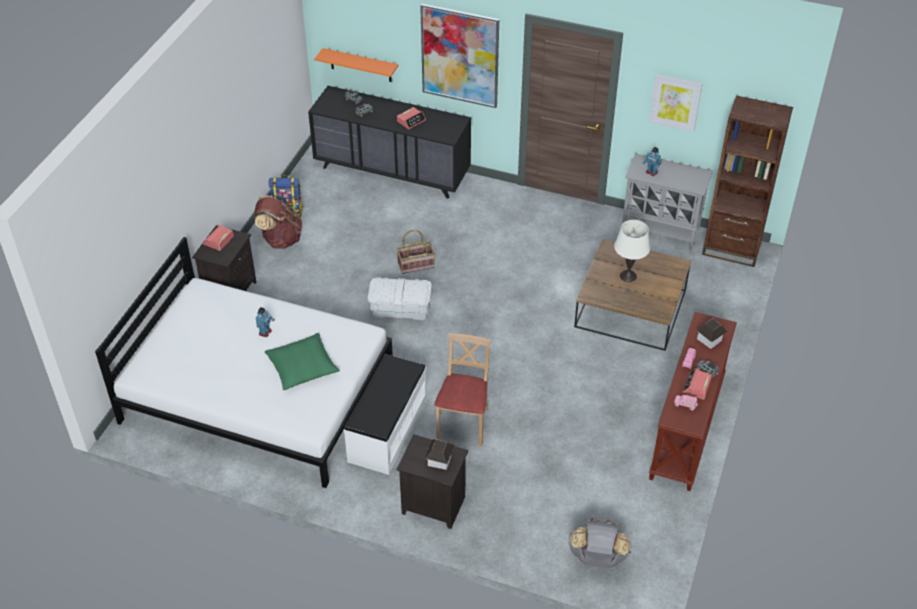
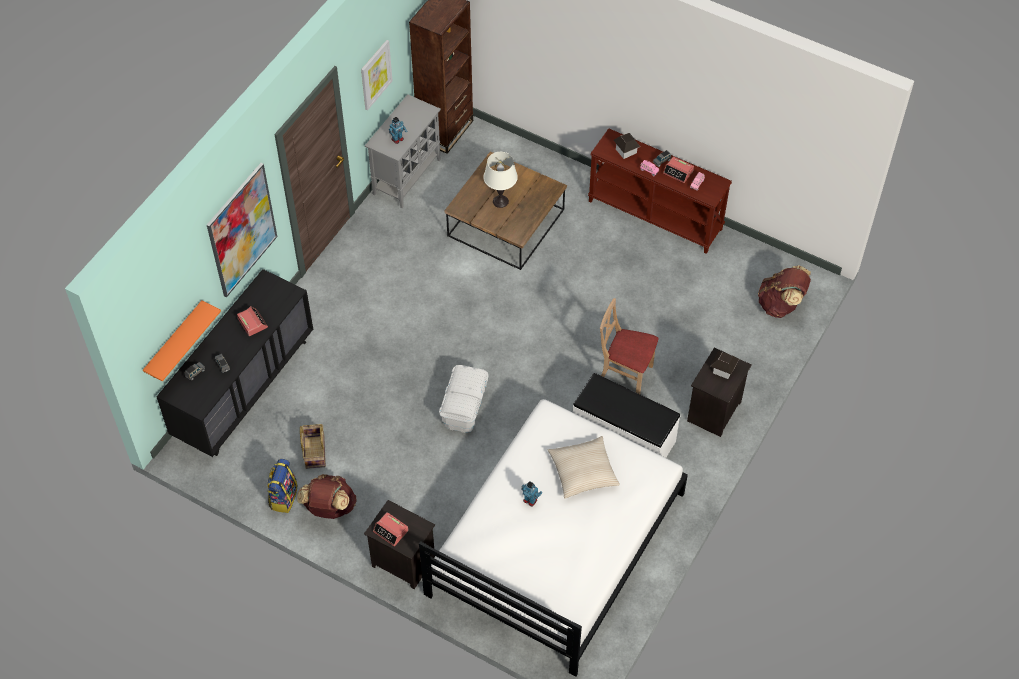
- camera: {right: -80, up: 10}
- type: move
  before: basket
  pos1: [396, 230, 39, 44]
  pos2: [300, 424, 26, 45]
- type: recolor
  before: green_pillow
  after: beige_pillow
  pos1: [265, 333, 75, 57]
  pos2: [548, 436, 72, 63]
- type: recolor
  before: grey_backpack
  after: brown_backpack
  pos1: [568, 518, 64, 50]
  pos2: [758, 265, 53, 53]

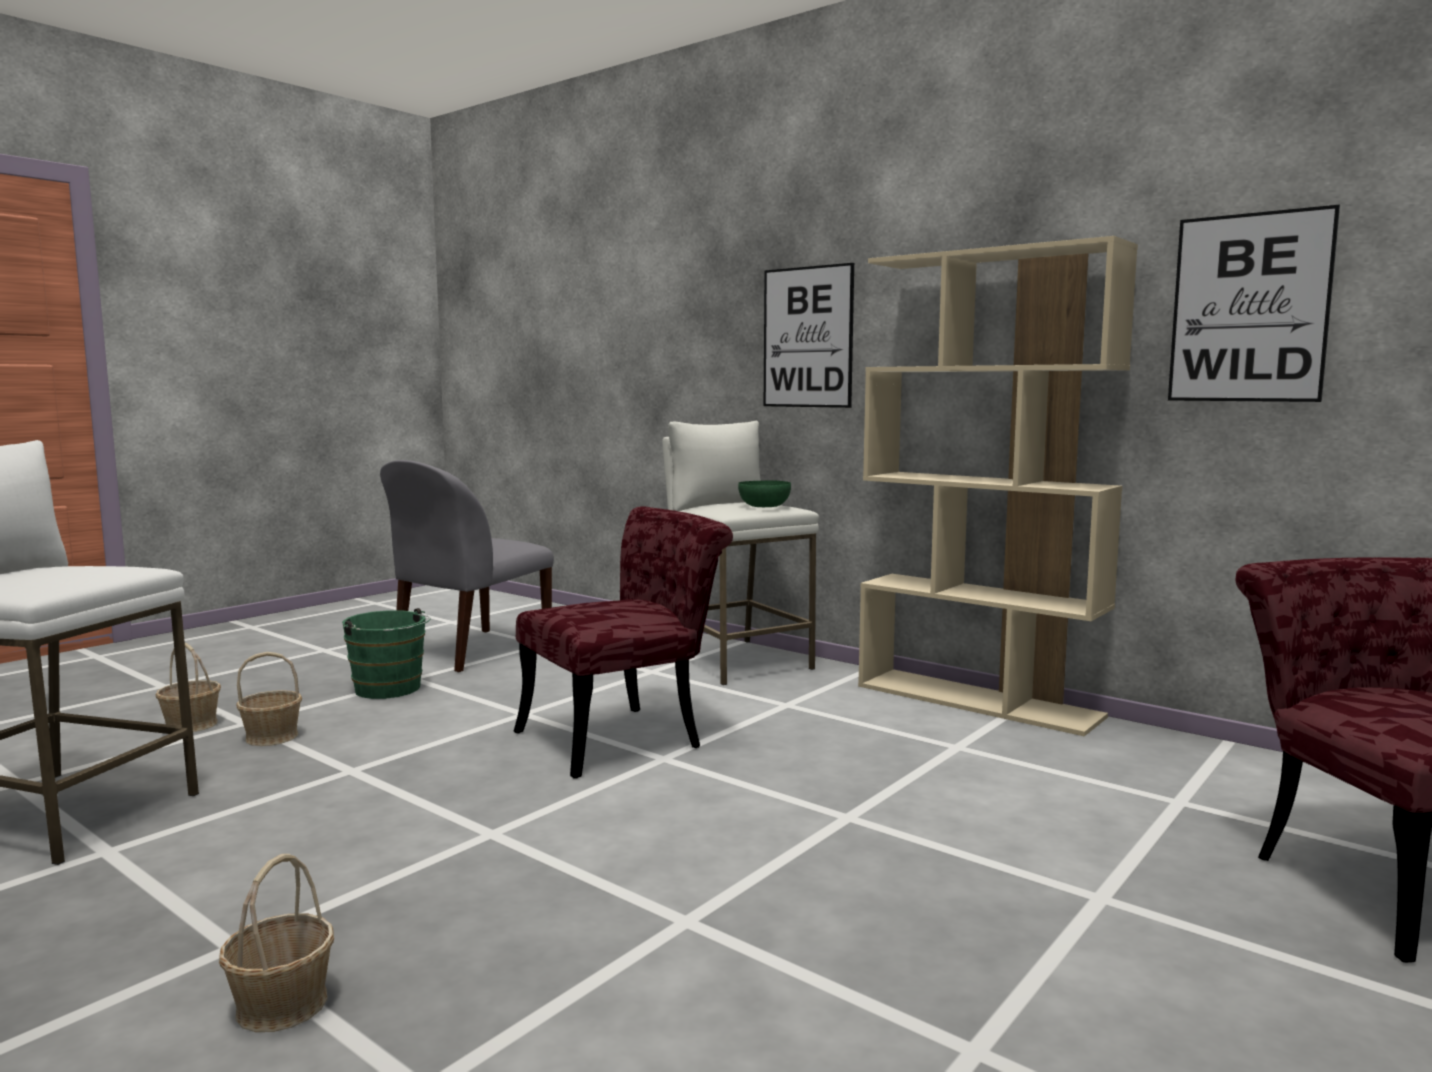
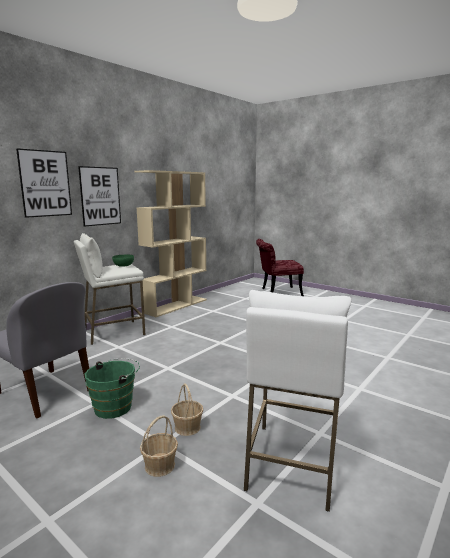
- camera: {right: -90, up: 5}
- type: move
  before: picture
  pos1: [1168, 205, 172, 197]
  pos2: [16, 148, 56, 70]
- type: delete
  before: basket
  pos1: [219, 854, 115, 178]
- type: delete
  before: red_chair
  pos1: [514, 506, 219, 273]

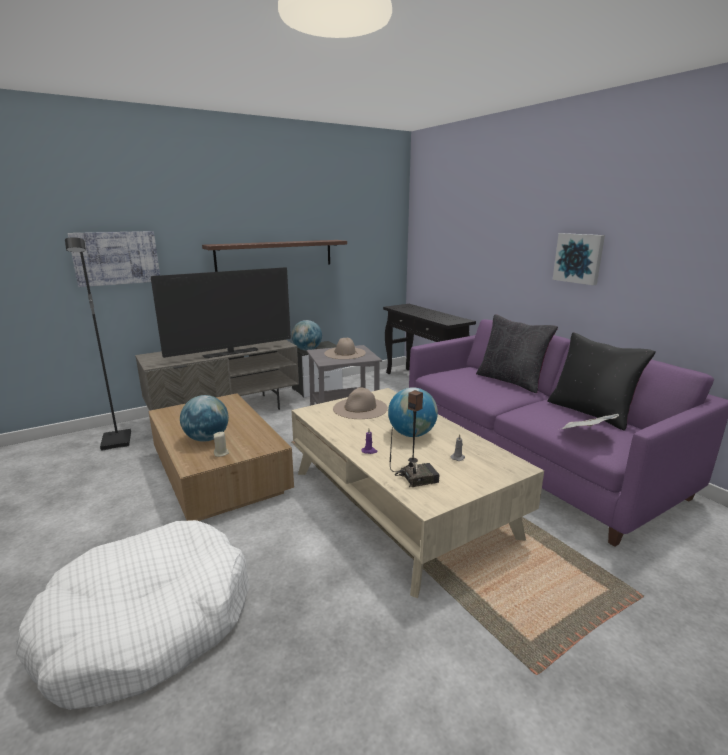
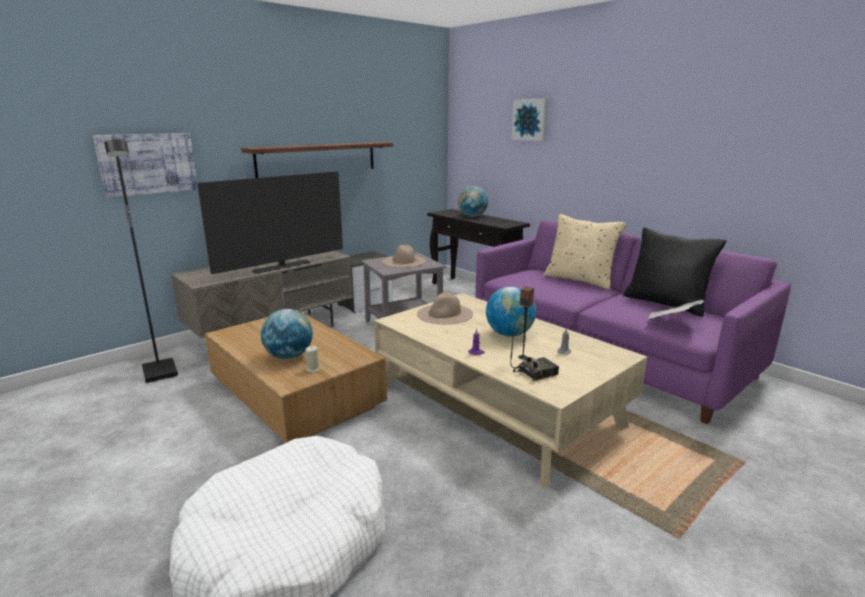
- camera: {right: -10, up: 0}
- type: move
  before: globe
  pos1: [291, 320, 31, 31]
  pos2: [458, 186, 30, 31]
- type: move
  before: picture
  pos1: [552, 233, 53, 52]
  pos2: [512, 99, 36, 42]
- type: recolor
  before: black_pillow
  after: beige_pillow
  pos1: [476, 314, 82, 79]
  pos2: [544, 214, 82, 75]

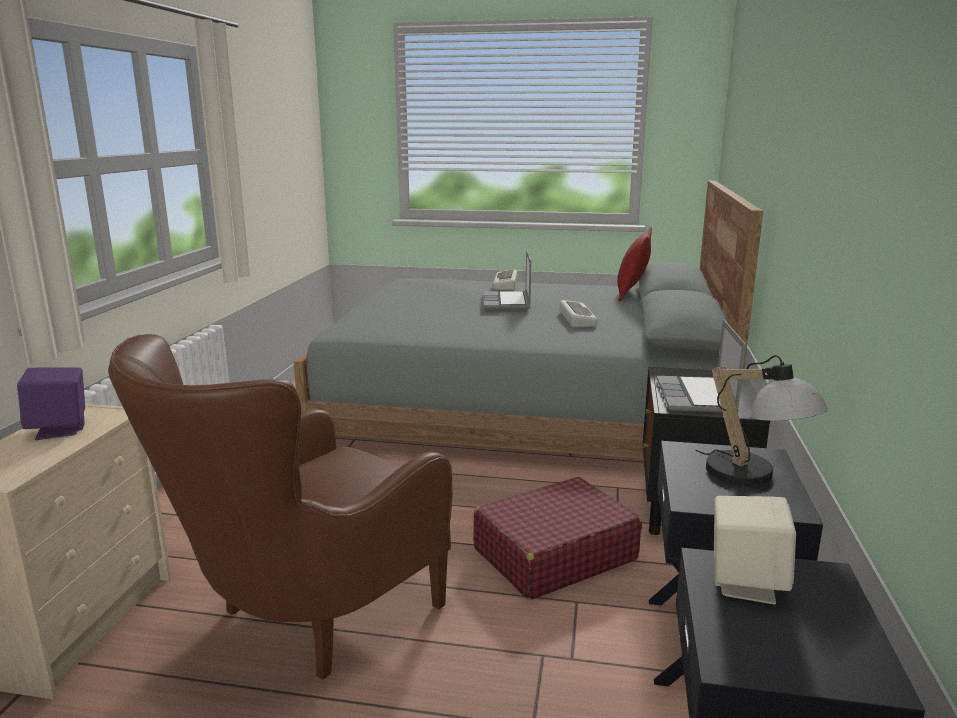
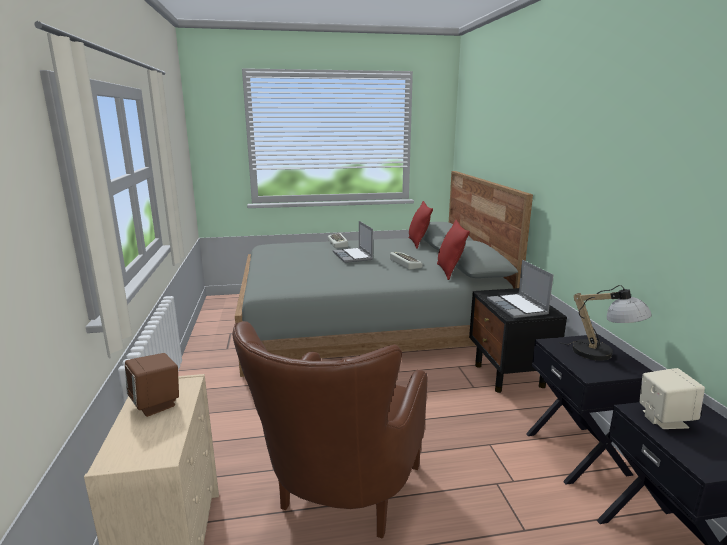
- camera: {right: -20, up: 0}
- type: recolor
  before: purple_speaker
  after: brown_speaker
  pos1: [17, 367, 68, 73]
  pos2: [125, 353, 54, 64]
- type: insert
  after: red_pillow
  pos2: [437, 220, 33, 60]
- type: delete
  before: red_suitcase
  pos1: [473, 477, 169, 123]

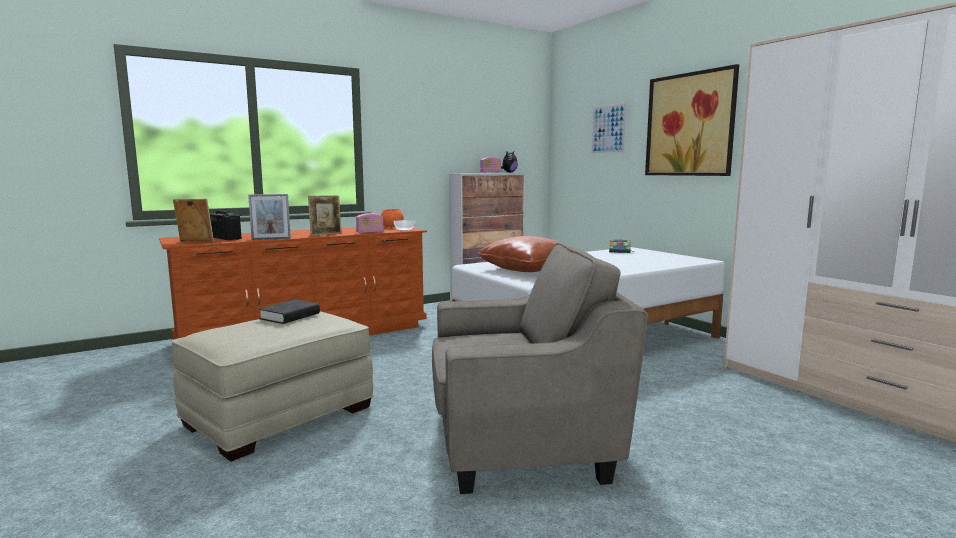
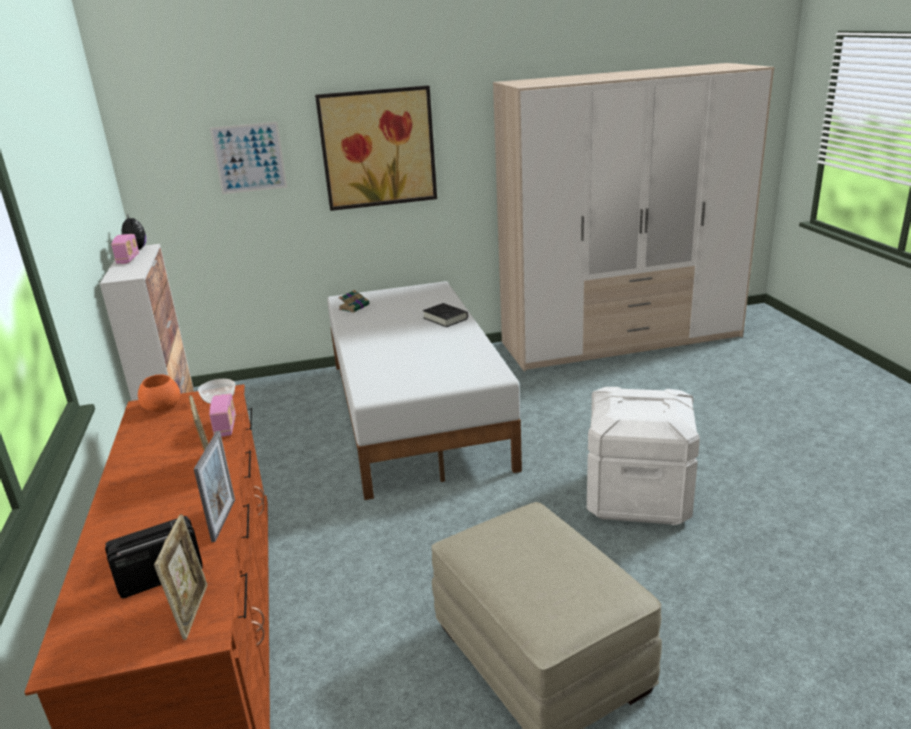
- camera: {right: -70, up: 15}
- type: rotate
  before: picture_frame
  pos1: [173, 199, 41, 43]
  pos2: [154, 514, 53, 126]
  turn: 150
- type: move
  before: black_book
  pos1: [259, 299, 61, 25]
  pos2: [423, 303, 45, 24]
- type: replace
  before: grey_armchair
  after: white_storage_box
  pos1: [432, 243, 216, 251]
  pos2: [587, 387, 113, 138]
- type: delete
  before: brown_pillow
  pos1: [478, 236, 88, 36]

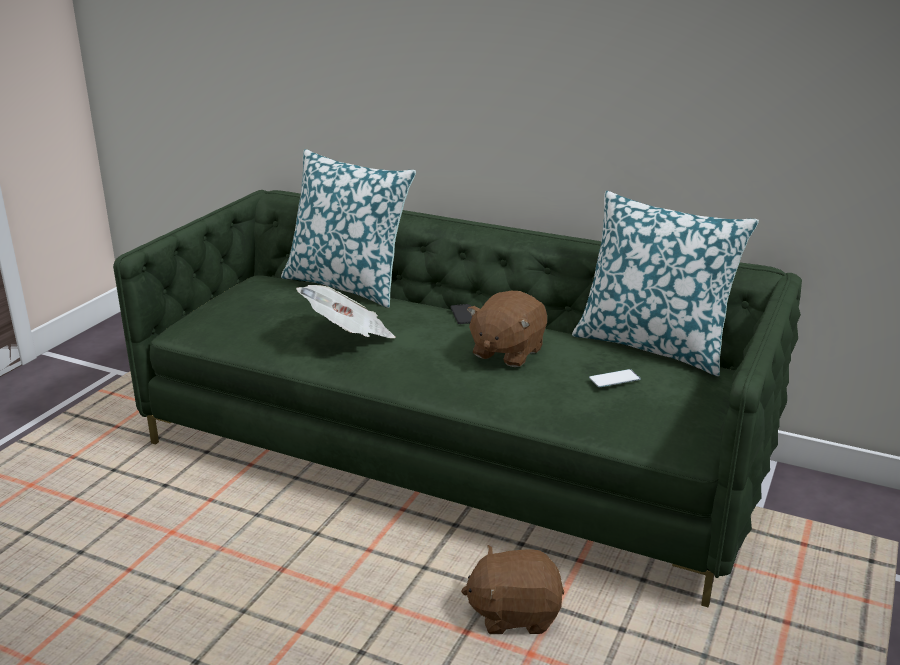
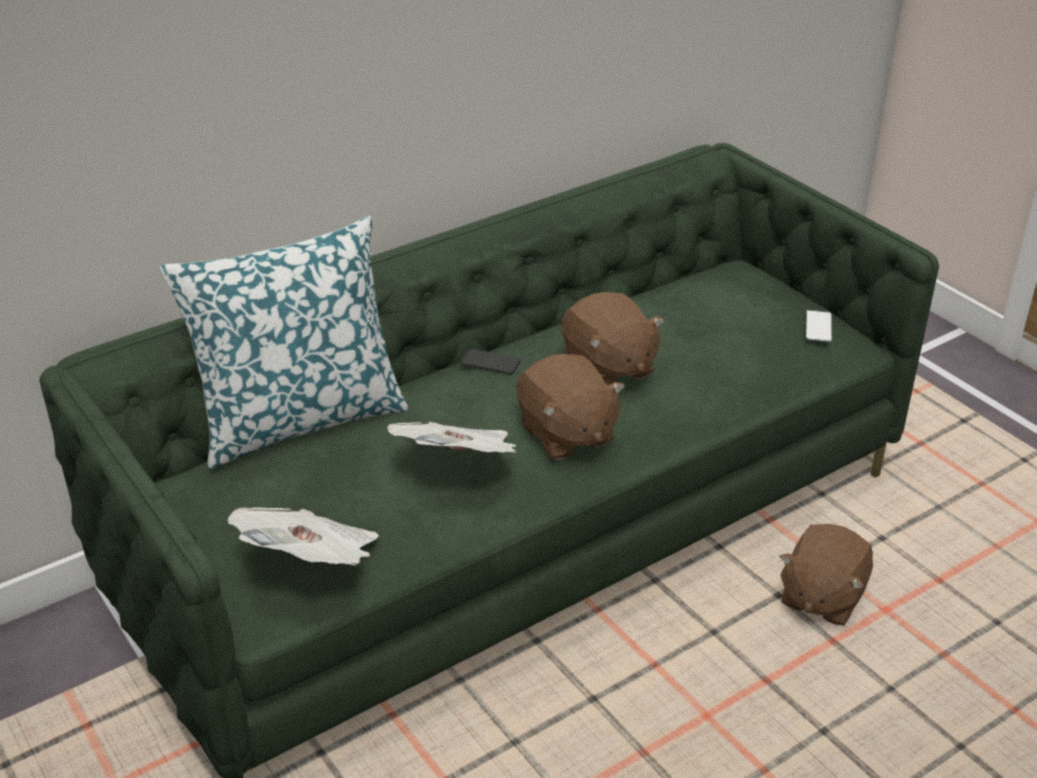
- camera: {right: -60, up: 10}
- type: insert
  after: newspaper
  pos2: [228, 507, 151, 58]
- type: insert
  after: brown_plush_toy
  pos2: [517, 354, 108, 106]
- type: move
  before: phone
  pos1: [589, 369, 52, 18]
  pos2: [806, 310, 26, 32]
- type: delete
  before: pillow
  pos1: [572, 191, 187, 185]

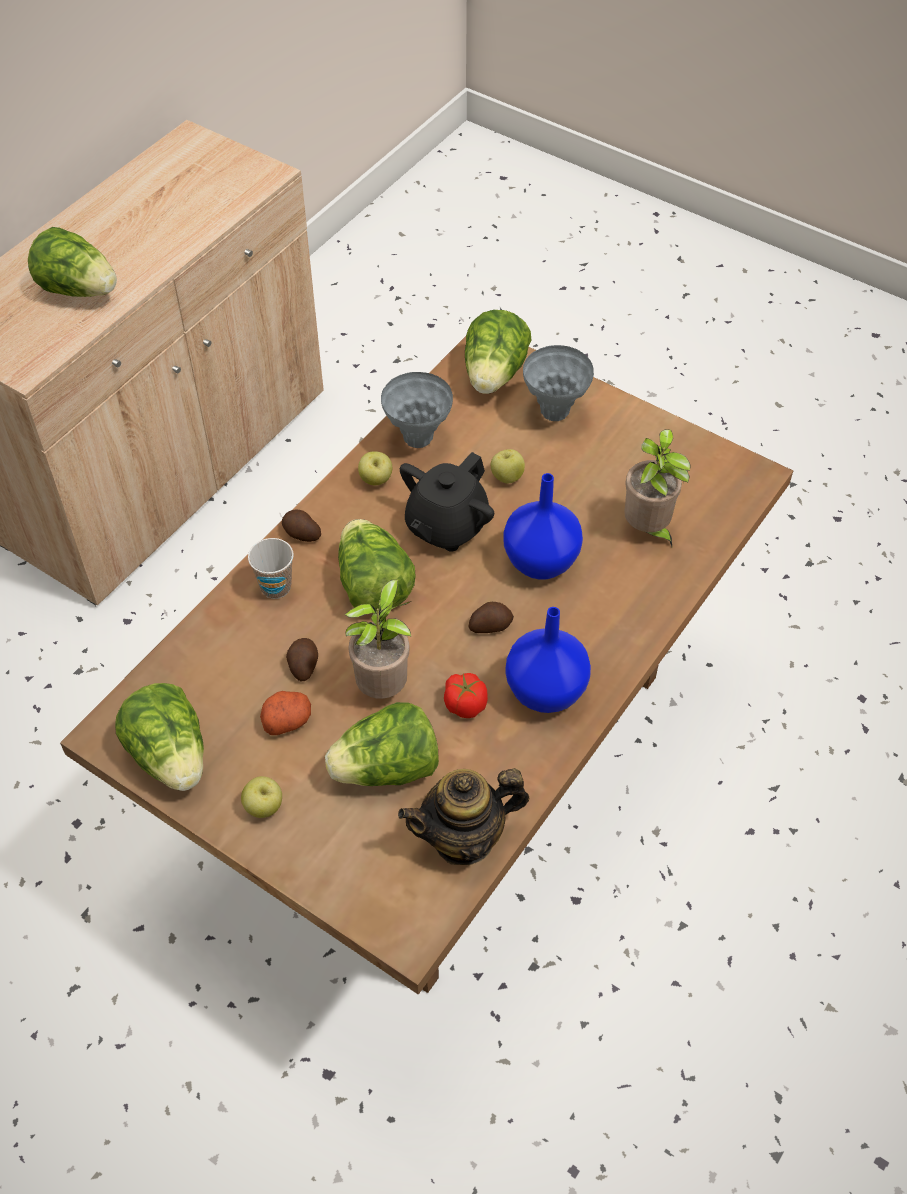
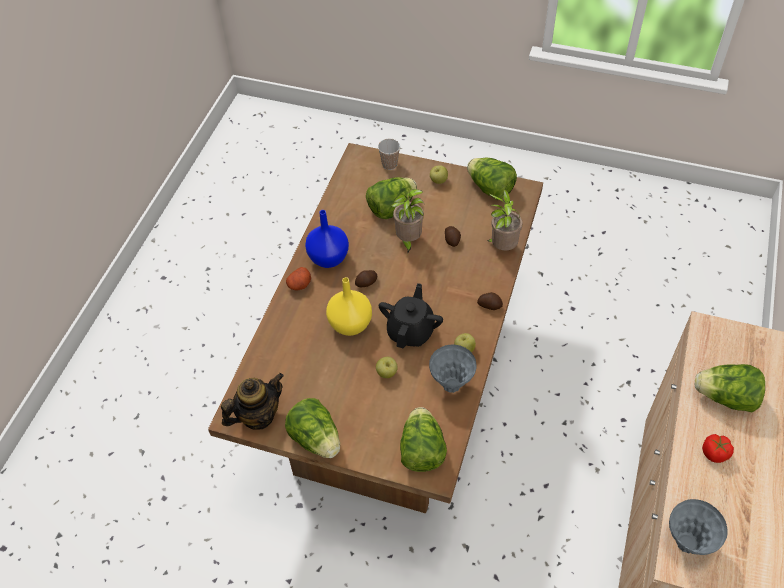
- camera: {right: 165, up: 0}
- type: move
  before: teapot
  pos1: [398, 768, 131, 97]
  pos2: [221, 373, 63, 57]
- type: move
  before: lettuce
  pos1: [338, 519, 78, 92]
  pos2: [285, 398, 55, 60]
- type: move
  before: potato
  pos1: [260, 691, 51, 44]
  pos2: [286, 267, 25, 24]
- type: recolor
  before: blue_vase
  after: yellow_vase
  pos1: [503, 473, 80, 106]
  pos2: [326, 277, 46, 59]
- type: move
  before: cup
  pos1: [248, 538, 45, 61]
  pos2: [378, 139, 22, 31]
- type: move
  before: potted_plant
  pos1: [624, 429, 67, 117]
  pos2: [487, 189, 36, 62]
- type: move
  before: grey_vase
  pos1: [523, 345, 71, 76]
  pos2: [669, 499, 59, 56]
- type: move
  before: tomato
  pos1: [444, 673, 44, 45]
  pos2: [702, 434, 32, 29]

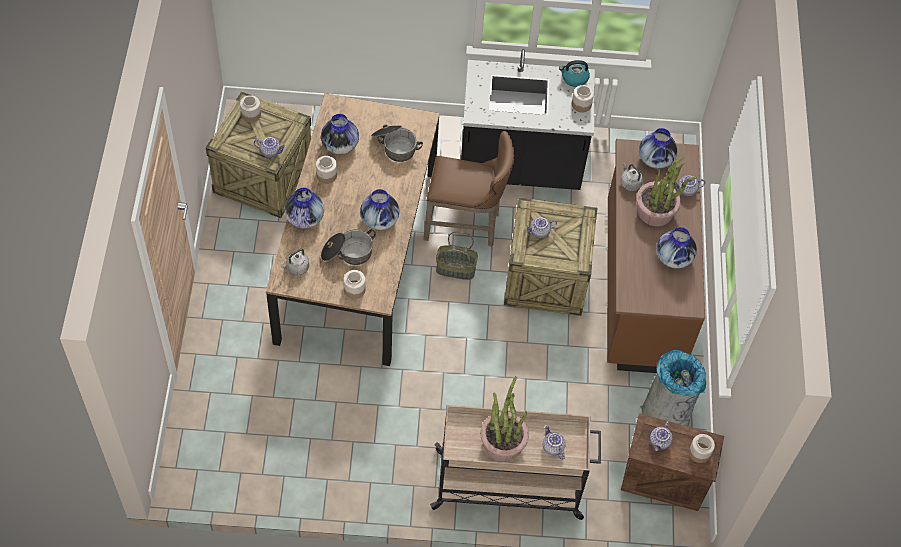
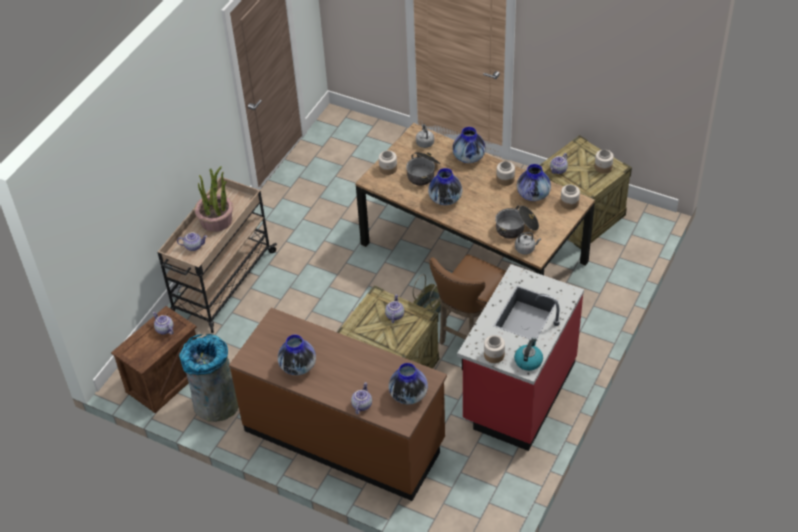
- camera: {right: 120, up: -10}
- type: recolor
  before: black_counter
  after: red_counter
  pos1: [461, 49, 134, 141]
  pos2: [457, 264, 127, 187]
- type: move
  before: grey_kettle
  pos1: [621, 163, 22, 28]
  pos2: [515, 232, 26, 23]
- type: move
  before: jar
  pos1: [689, 434, 26, 29]
  pos2: [560, 185, 20, 25]
- type: delete
  before: potted_plant
  pos1: [636, 157, 61, 70]

